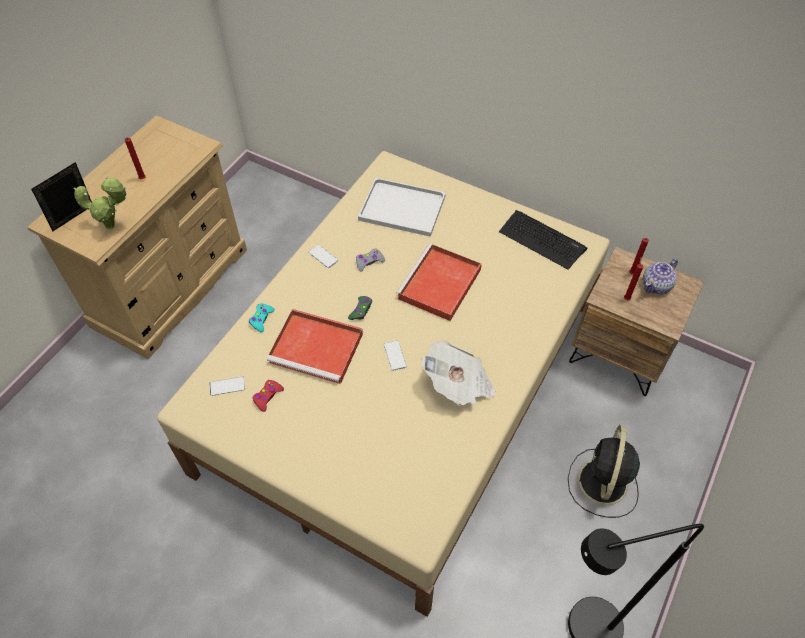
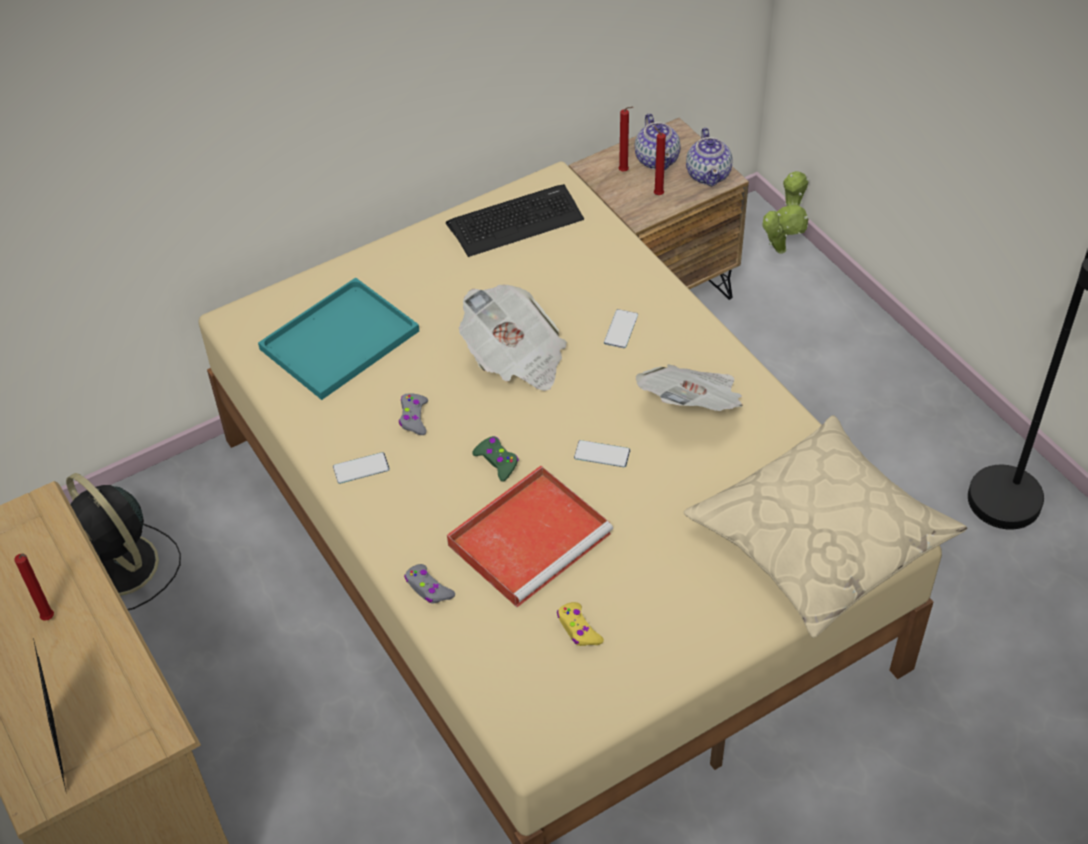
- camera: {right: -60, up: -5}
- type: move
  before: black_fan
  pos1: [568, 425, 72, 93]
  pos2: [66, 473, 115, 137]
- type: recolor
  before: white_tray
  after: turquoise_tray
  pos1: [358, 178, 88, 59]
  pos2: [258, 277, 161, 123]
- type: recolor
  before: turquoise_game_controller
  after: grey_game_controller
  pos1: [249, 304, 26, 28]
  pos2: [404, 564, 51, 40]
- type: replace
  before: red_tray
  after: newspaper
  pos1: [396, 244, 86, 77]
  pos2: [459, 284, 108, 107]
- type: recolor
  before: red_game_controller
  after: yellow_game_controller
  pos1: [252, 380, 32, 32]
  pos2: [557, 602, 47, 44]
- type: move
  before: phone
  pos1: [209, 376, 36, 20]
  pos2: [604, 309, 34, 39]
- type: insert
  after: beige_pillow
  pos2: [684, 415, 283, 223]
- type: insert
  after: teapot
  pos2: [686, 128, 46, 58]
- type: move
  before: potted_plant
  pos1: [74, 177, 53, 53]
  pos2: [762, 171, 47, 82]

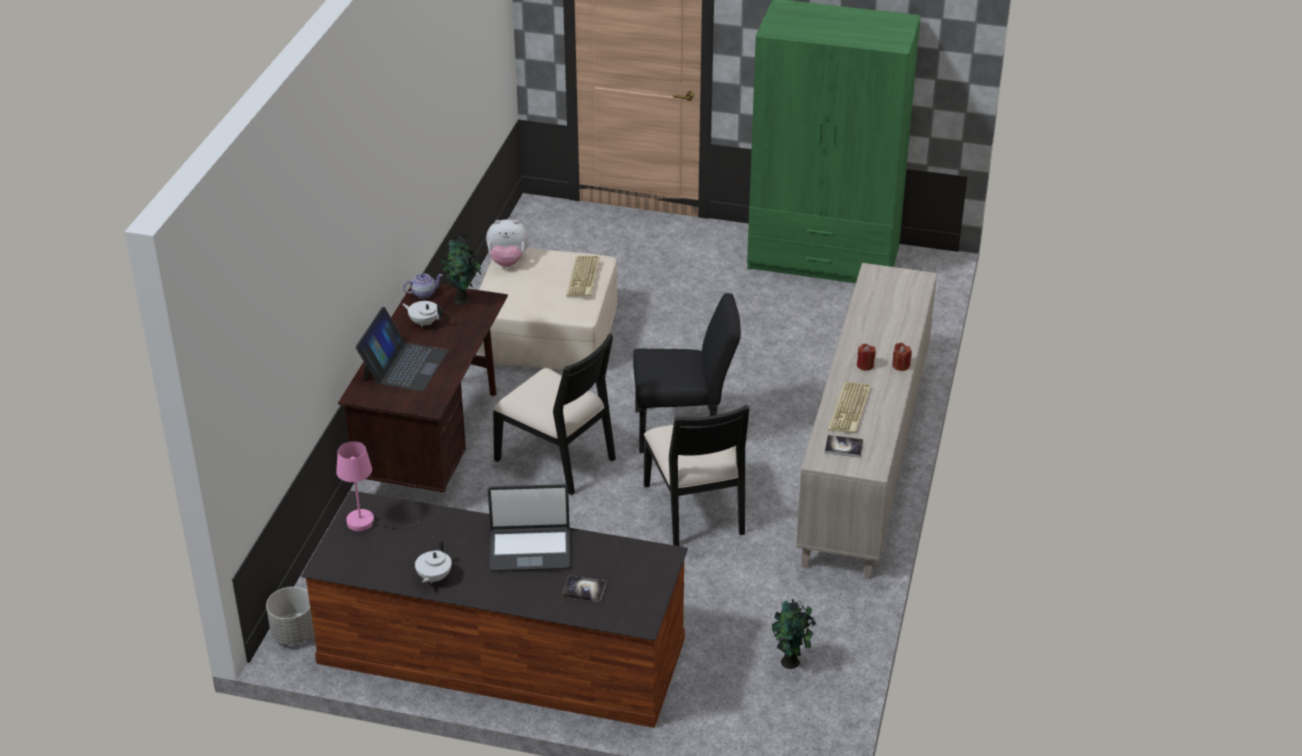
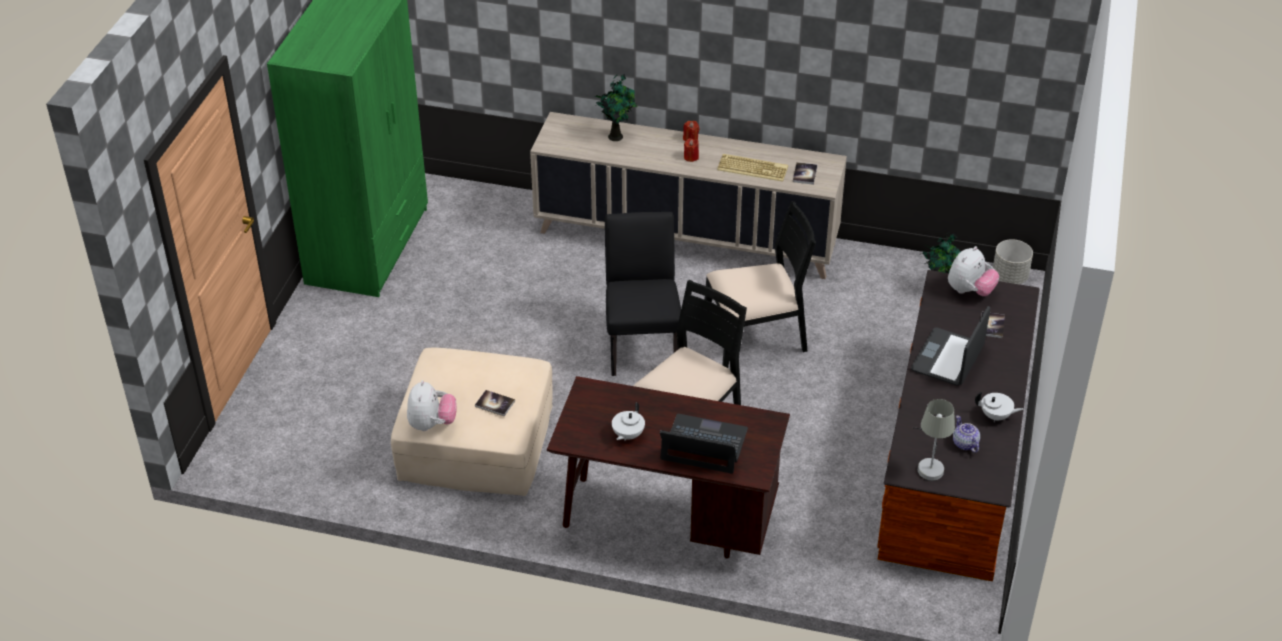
- camera: {right: -90, up: 5}
- type: insert
  after: book
  pos2: [475, 390, 40, 26]
- type: move
  before: potted_plant
  pos1: [440, 235, 42, 70]
  pos2: [595, 74, 43, 67]
- type: rotate
  before: laptop
  pos1: [488, 484, 82, 88]
  pos2: [911, 306, 79, 80]
  turn: -150
- type: recolor
  before: pink_table_lamp
  after: grey_table_lamp
  pos1: [336, 441, 89, 90]
  pos2: [912, 399, 43, 82]
- type: insert
  after: plush_toy
  pos2: [948, 246, 51, 50]
- type: move
  before: teapot
  pos1: [403, 273, 39, 26]
  pos2: [953, 415, 27, 38]
- type: move
  before: grey_planter
  pos1: [266, 587, 48, 58]
  pos2: [993, 239, 40, 45]
- type: delete
  before: keyboard
  pos1: [566, 256, 34, 40]

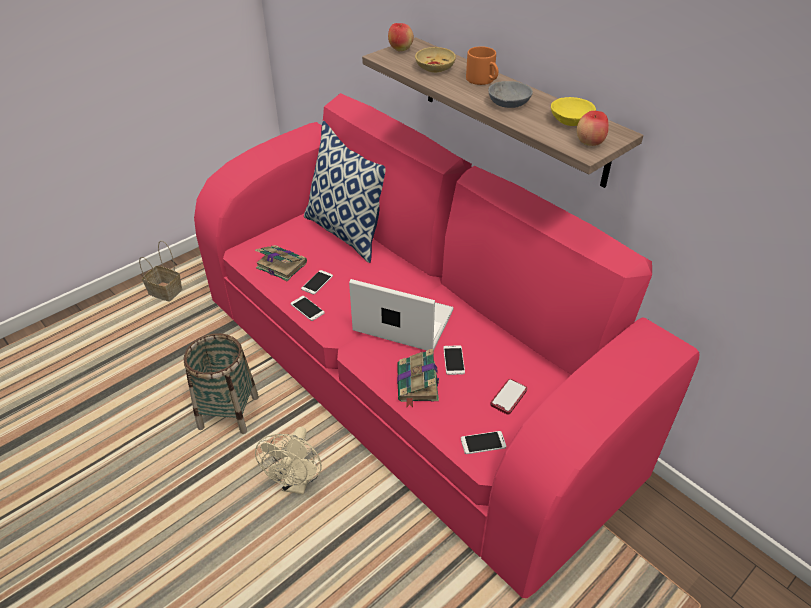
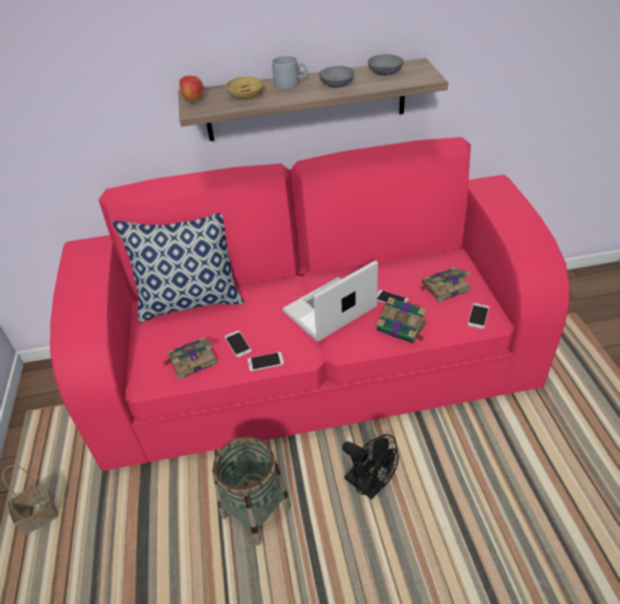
- camera: {right: -55, up: 0}
- type: recolor
  before: orange_mug
  after: grey_mug
  pos1: [466, 46, 32, 39]
  pos2: [272, 56, 36, 33]
- type: recolor
  before: beige_fan
  after: black_fan
  pos1: [255, 427, 67, 68]
  pos2: [342, 434, 57, 66]
- type: recolor
  before: yellow_bowl
  after: grey_bowl
  pos1: [551, 97, 45, 29]
  pos2: [368, 54, 36, 21]
- type: replace
  before: phone
  after: book
  pos1: [490, 379, 37, 36]
  pos2: [419, 267, 53, 35]
- type: delete
  before: apple
  pos1: [577, 110, 32, 36]

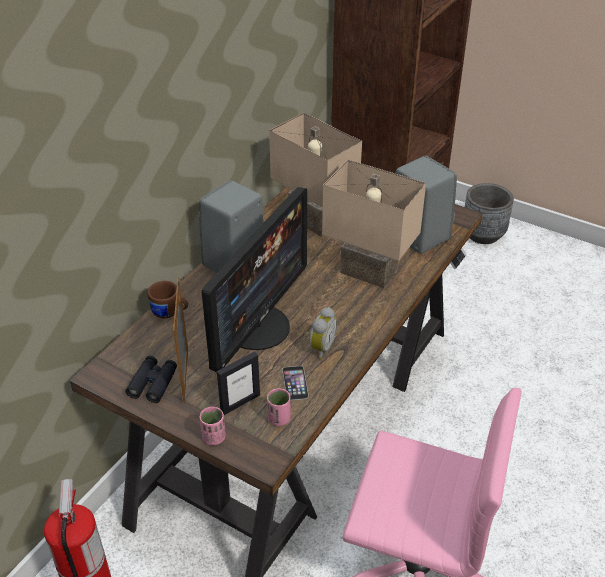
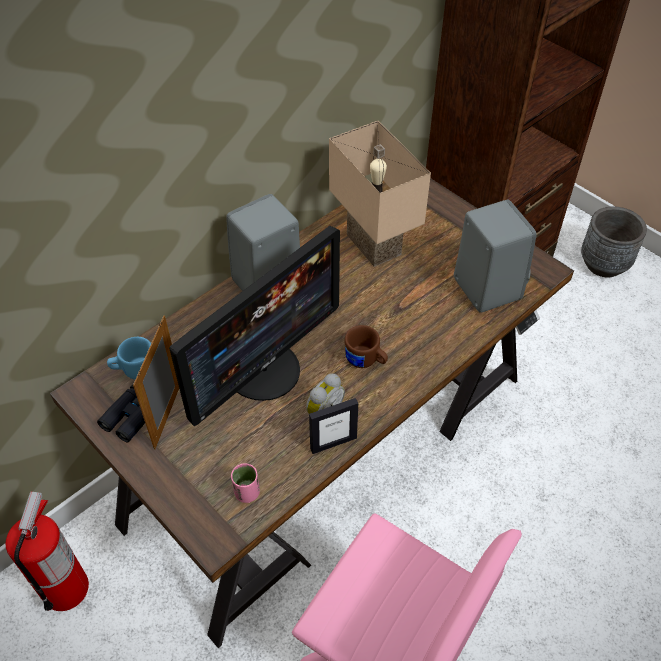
- camera: {right: 15, up: 10}
- type: insert
  after: blue_mug
  pos2: [107, 337, 44, 43]
- type: move
  before: picture_frame
  pos1: [217, 352, 43, 63]
  pos2: [309, 398, 49, 56]
- type: move
  before: brown_mug
  pos1: [147, 281, 41, 37]
  pos2: [345, 325, 43, 43]
- type: delete
  before: pink_cup
  pos1: [200, 407, 26, 38]
- type: delete
  before: phone
  pos1: [282, 366, 27, 34]
- type: delete
  before: beige_table_lamp
  pos1: [322, 160, 104, 128]

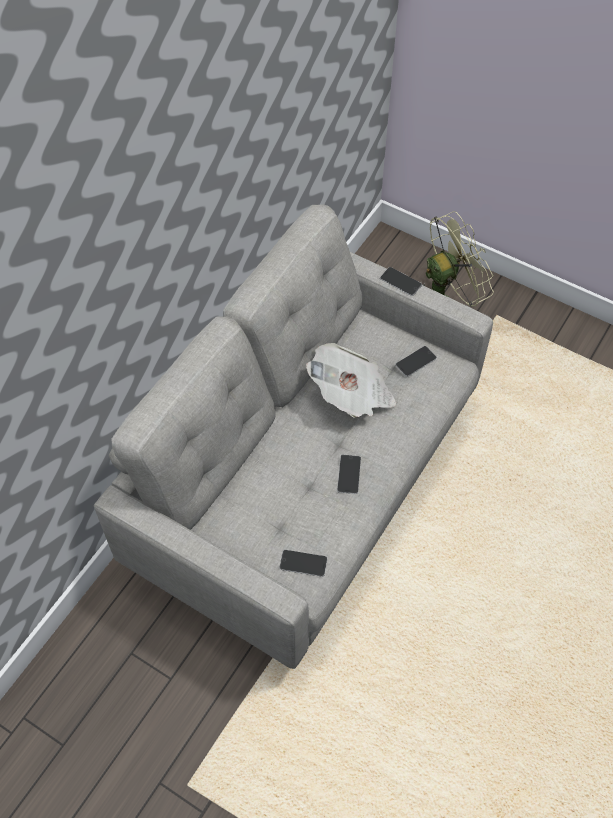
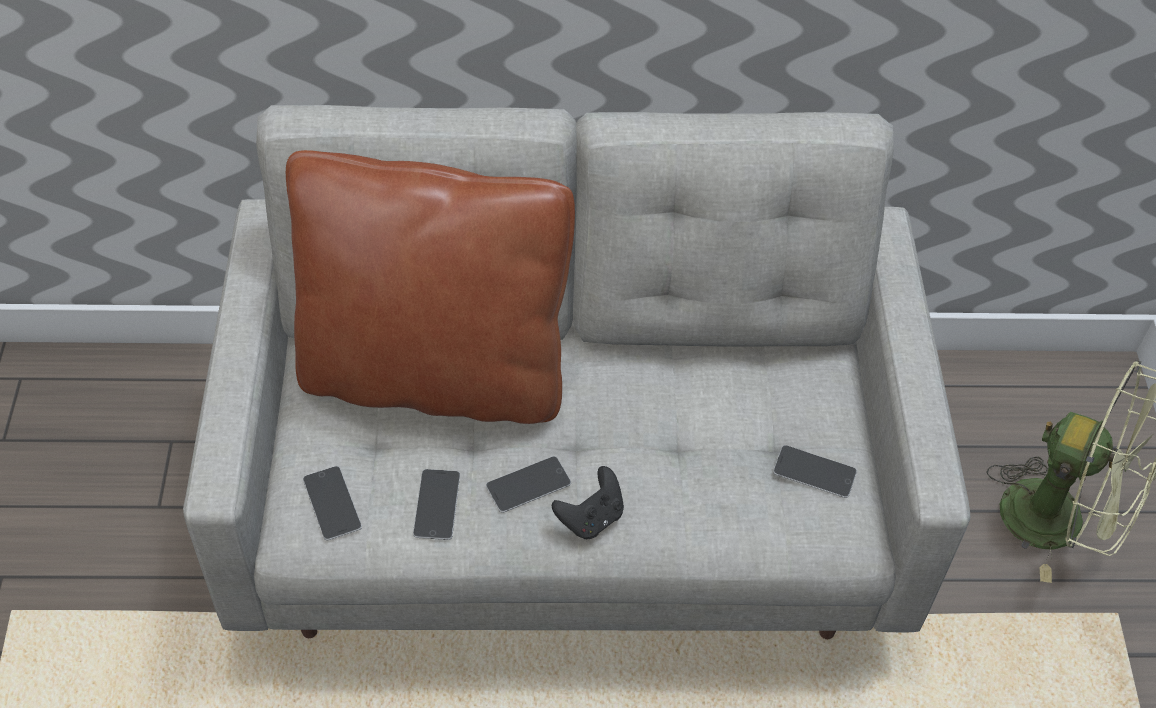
- camera: {right: 55, up: -5}
- type: insert
  after: brown_pillow
  pos2: [286, 150, 289, 274]
- type: move
  before: phone
  pos1: [380, 267, 42, 29]
  pos2: [413, 469, 47, 71]
- type: insert
  after: black_game_controller
  pos2: [552, 466, 72, 73]
- type: delete
  before: newspaper
  pos1: [306, 343, 90, 75]

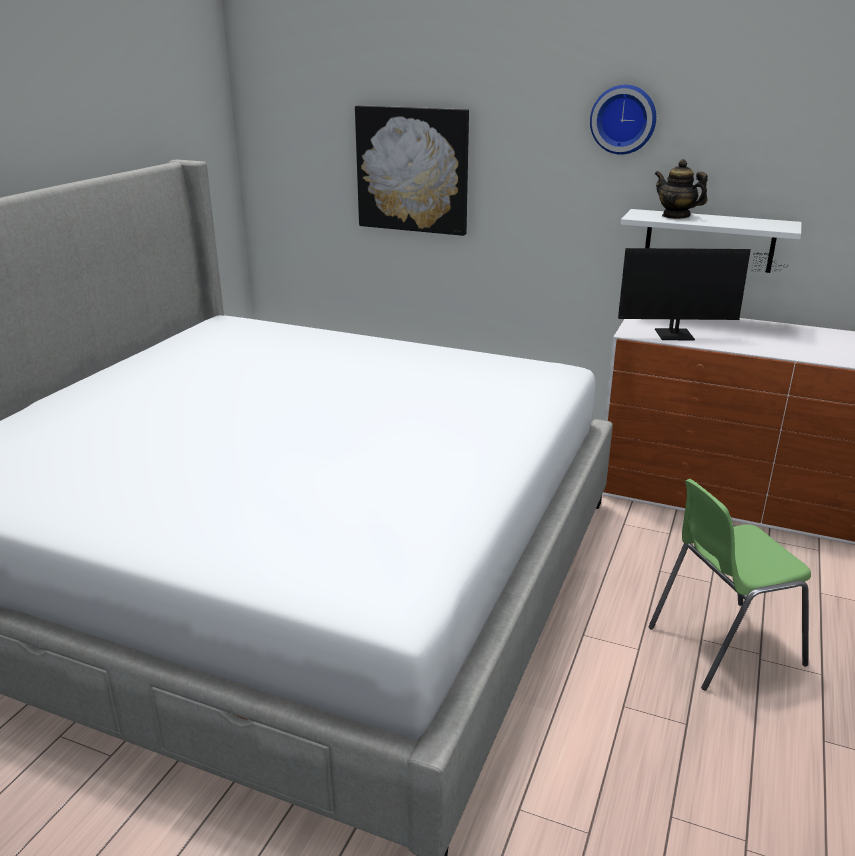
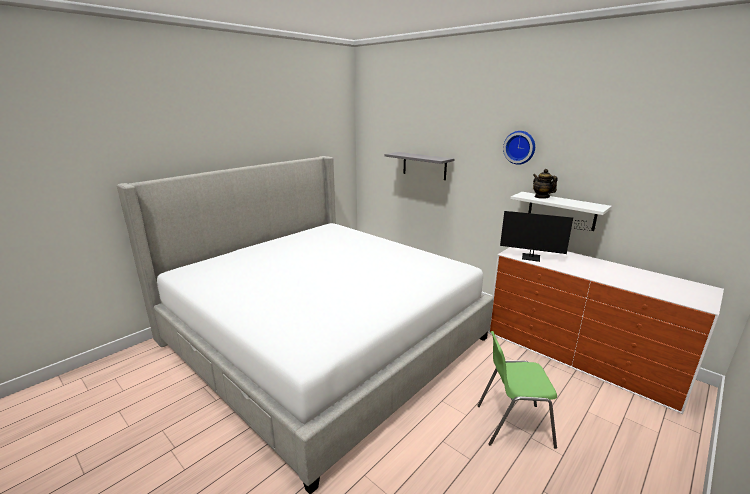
- camera: {right: 20, up: -5}
- type: replace
  before: picture
  after: grey_shelf
  pos1: [355, 105, 114, 131]
  pos2: [385, 152, 69, 28]

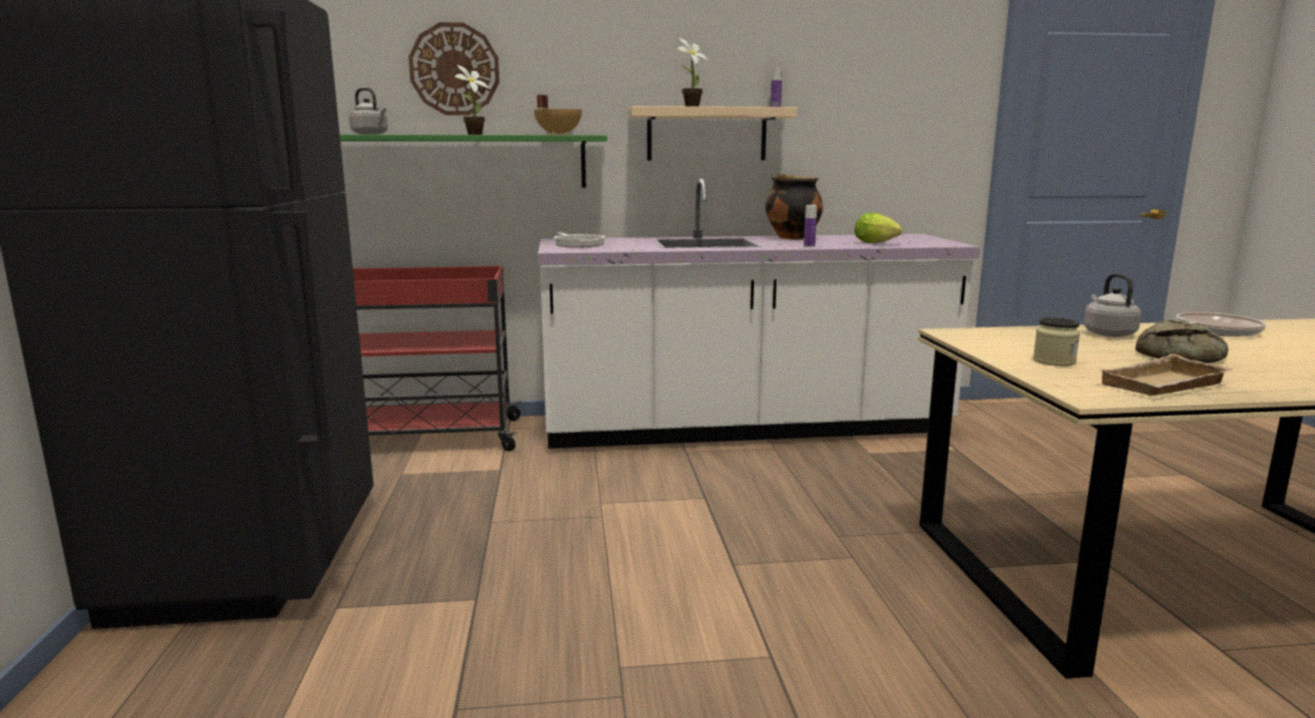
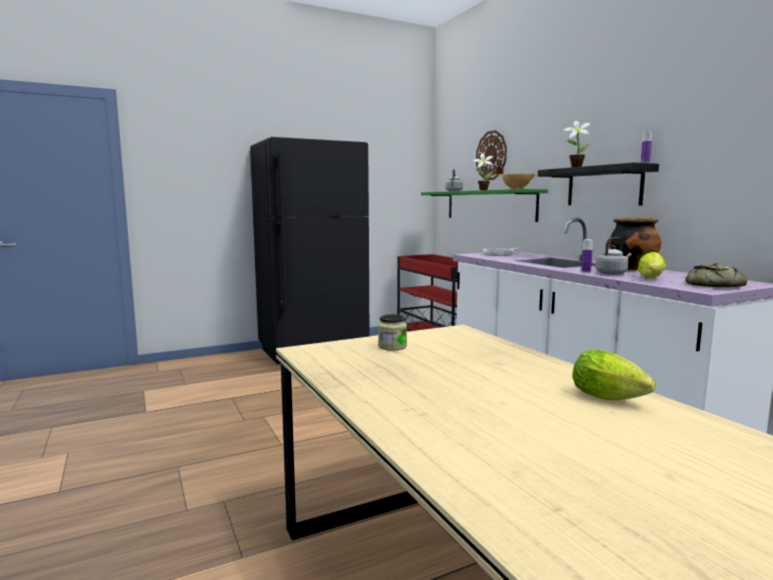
- camera: {right: 70, up: -5}
- type: recolor
  before: beige_shelf
  after: black_shelf
  pos1: [628, 106, 169, 55]
  pos2: [538, 162, 121, 44]
- type: replace
  before: frying_pan
  after: lettuce
  pos1: [1176, 312, 90, 25]
  pos2: [572, 350, 83, 50]
- type: move
  before: grey_kettle
  pos1: [1084, 273, 57, 64]
  pos2: [596, 237, 36, 38]
- type: move
  before: bread
  pos1: [1136, 320, 92, 43]
  pos2: [685, 263, 62, 24]
- type: delete
  before: beige_tray
  pos1: [1098, 354, 135, 42]

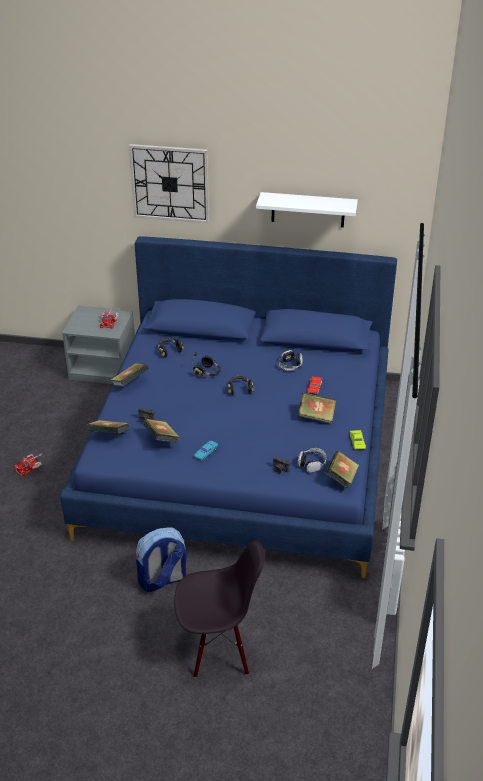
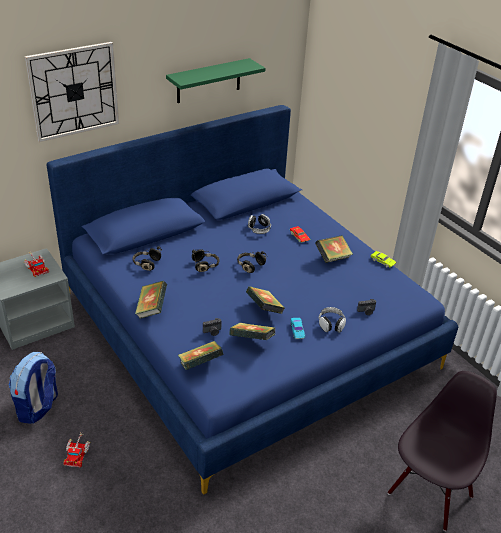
- camera: {right: -45, up: 0}
- type: move
  before: backpack
  pos1: [136, 528, 51, 64]
  pos2: [9, 352, 49, 72]
- type: recolor
  before: white_shelf
  after: green_shelf
  pos1: [256, 192, 102, 35]
  pos2: [166, 58, 100, 45]
- type: move
  before: book
  pos1: [326, 451, 33, 37]
  pos2: [246, 286, 39, 28]
- type: move
  before: headphones
  pos1: [298, 448, 28, 25]
  pos2: [319, 307, 27, 26]

